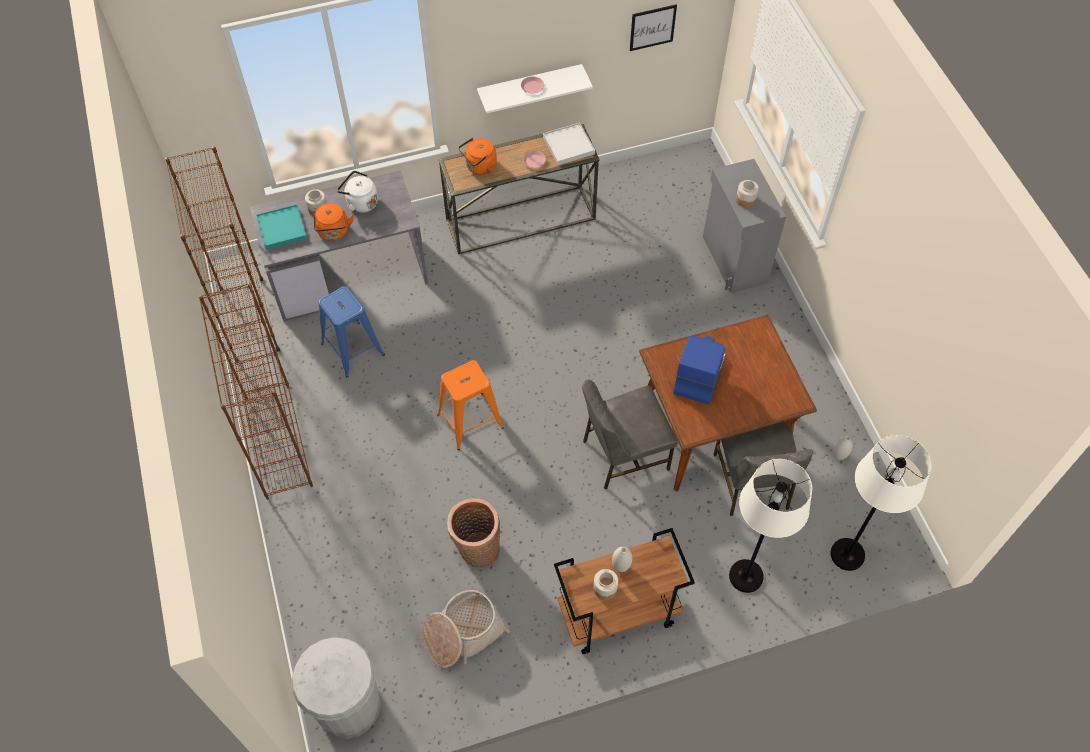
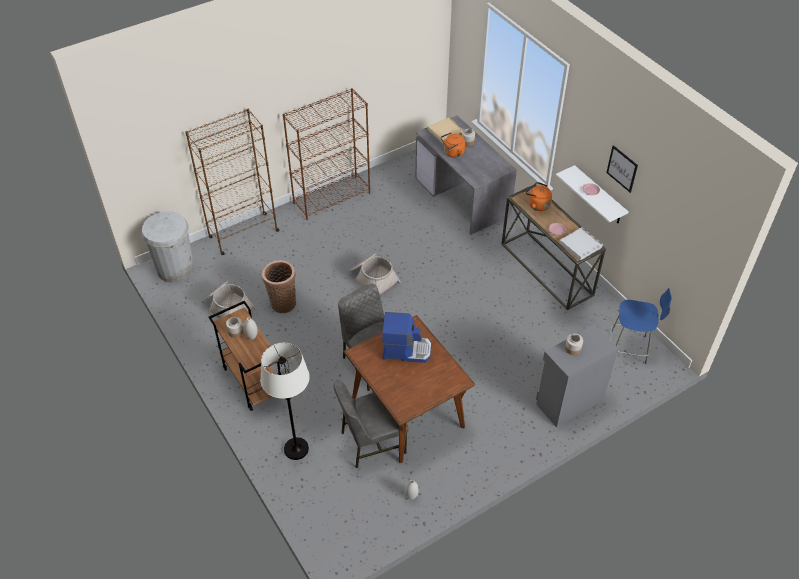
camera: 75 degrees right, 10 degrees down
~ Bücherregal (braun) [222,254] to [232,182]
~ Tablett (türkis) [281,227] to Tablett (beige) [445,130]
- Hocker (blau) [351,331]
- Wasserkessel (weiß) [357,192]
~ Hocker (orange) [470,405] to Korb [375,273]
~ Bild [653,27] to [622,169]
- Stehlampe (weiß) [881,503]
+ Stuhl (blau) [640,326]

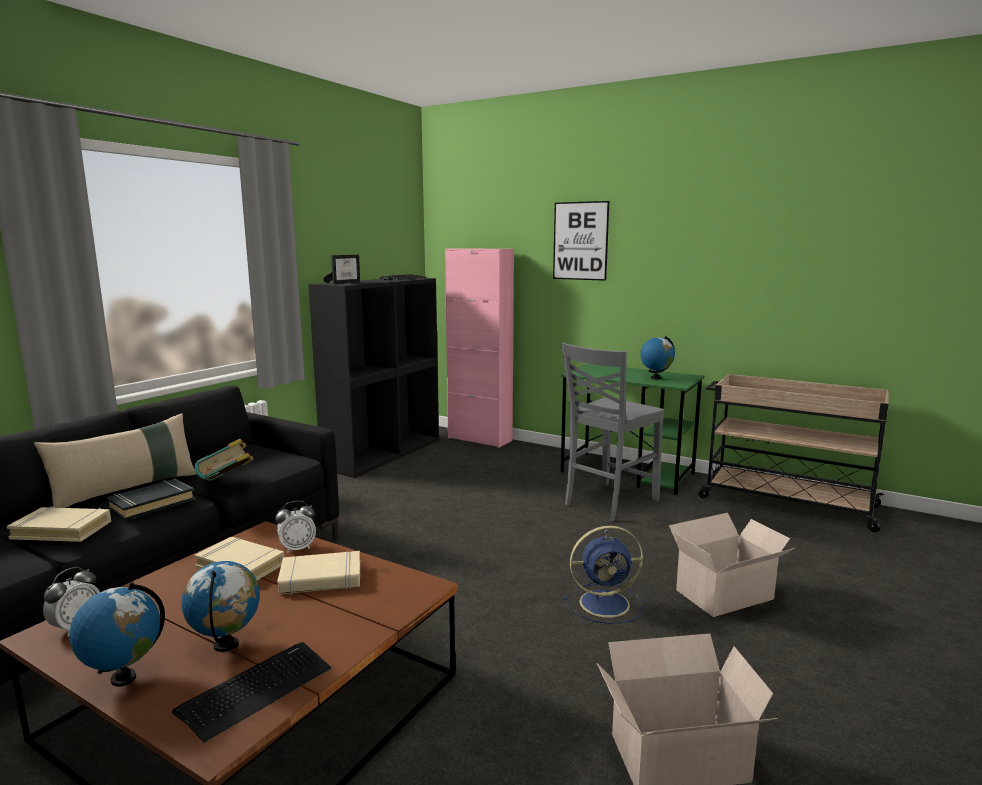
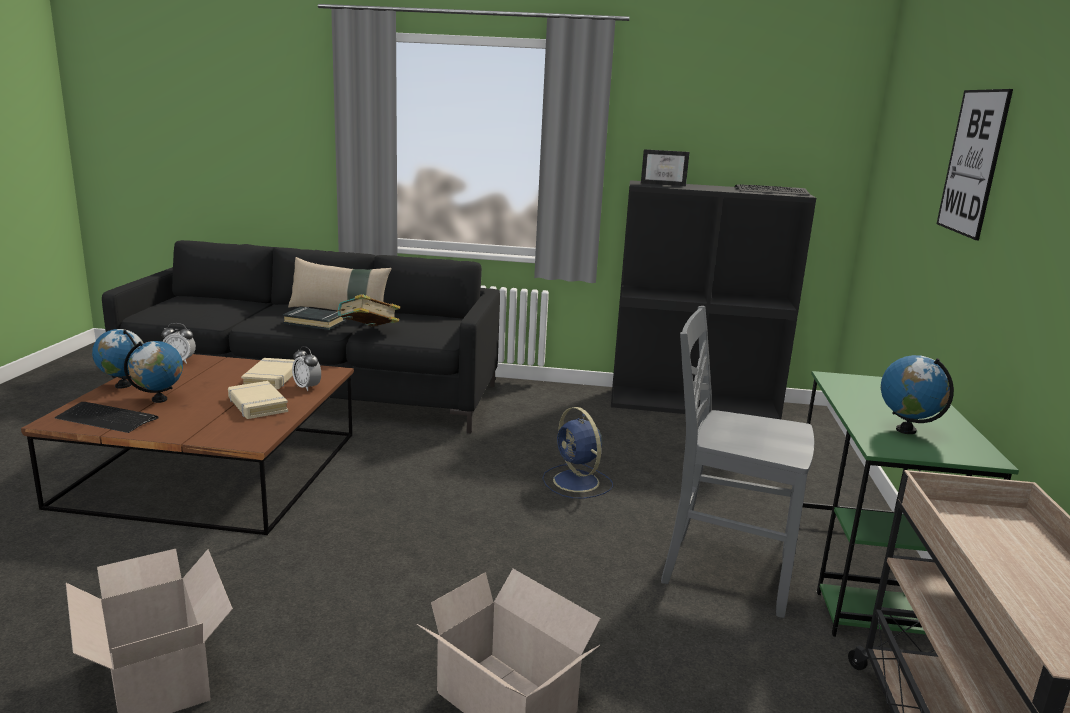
camera: 65 degrees right, 5 degrees up
- Buch (beige) [59,524]
- Schrank (rosa) [479,348]
~ Ventilator (blau) [603,575] to [577,452]

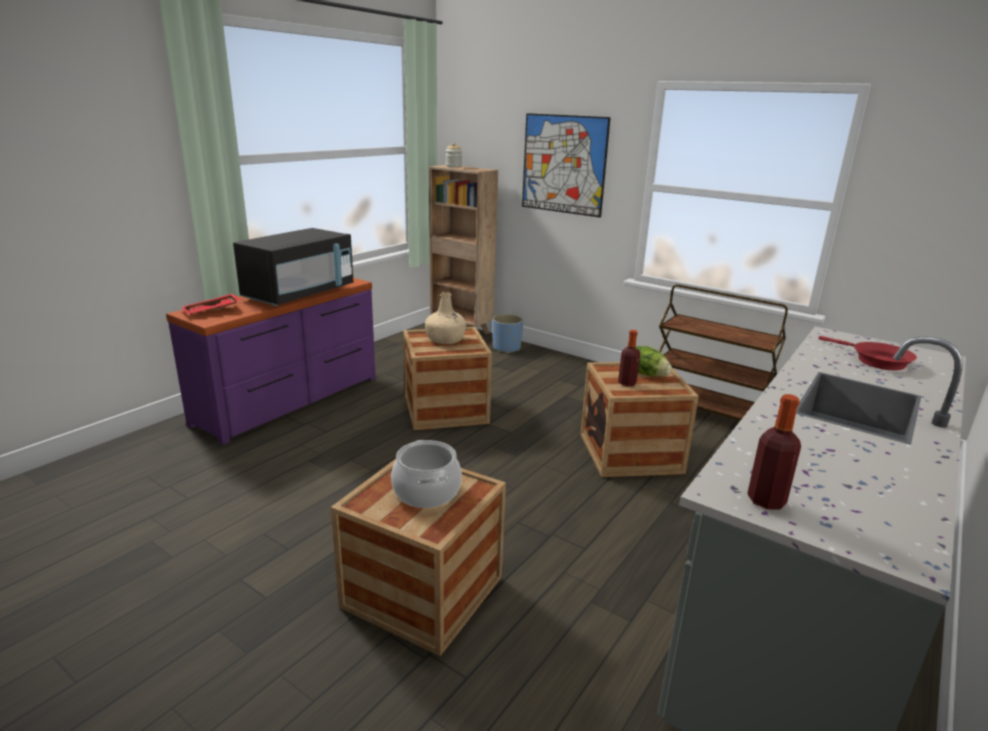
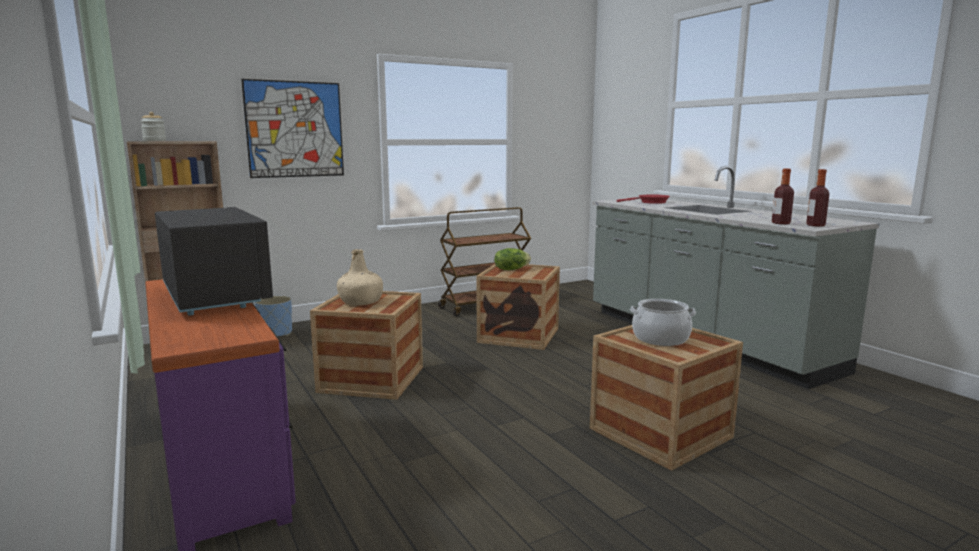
camera: 65 degrees left, 10 degrees down
- Tablett (rot) [211,304]
~ Flasche [629,358] to [783,196]

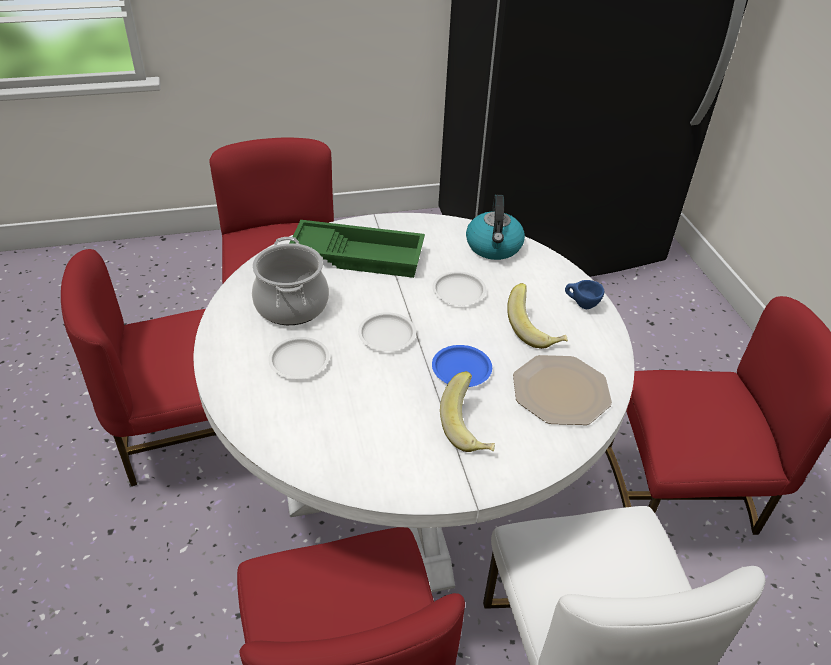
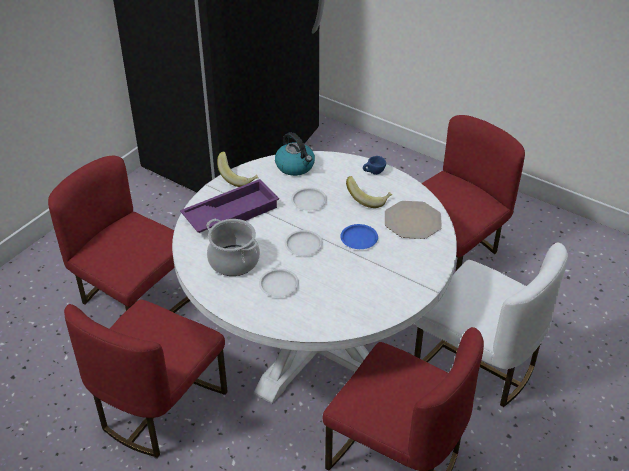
camera: 40 degrees left, 0 degrees up
~ Tablett (grün) [357,249] to Tablett (lila) [229,206]
~ Banane [467,411] to [238,169]

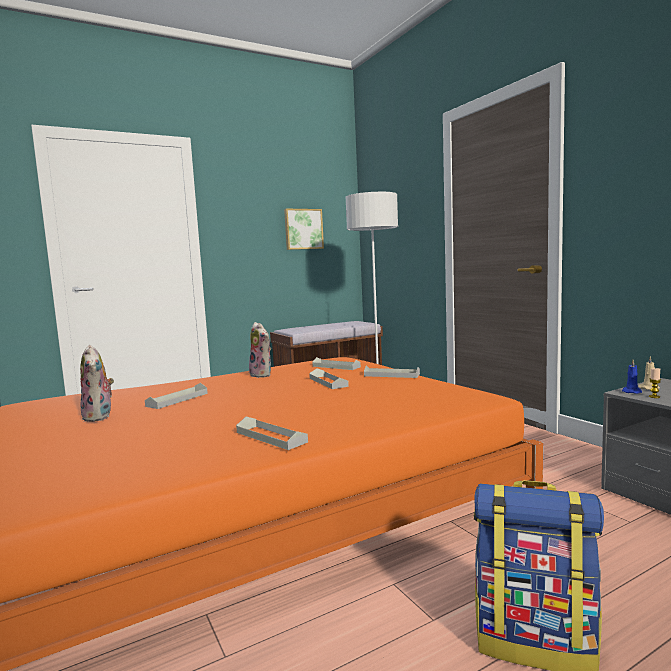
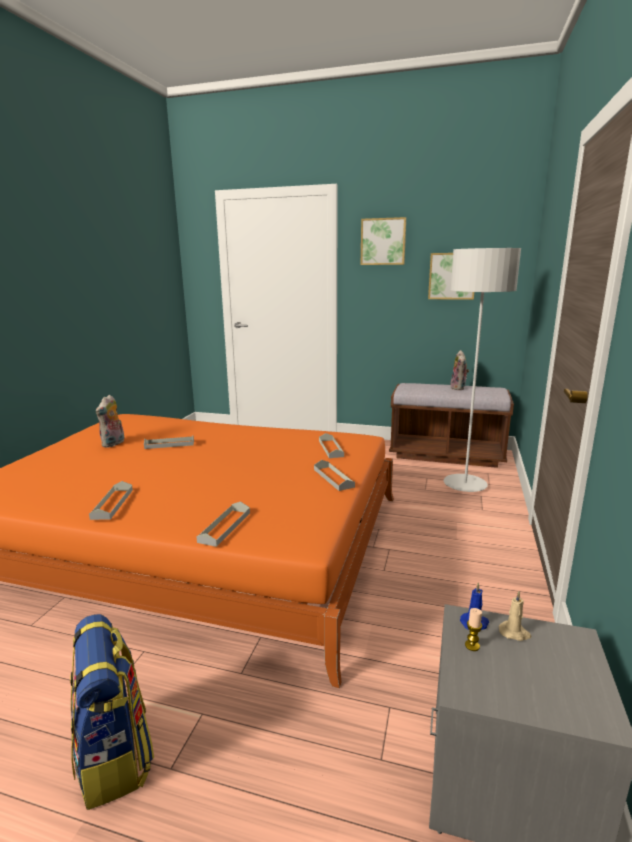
camera: 45 degrees right, 10 degrees up
~ Plüschtier [260,350] to [459,370]
~ Tablett (grau) [329,378] to [223,524]
+ Bild [383,241]

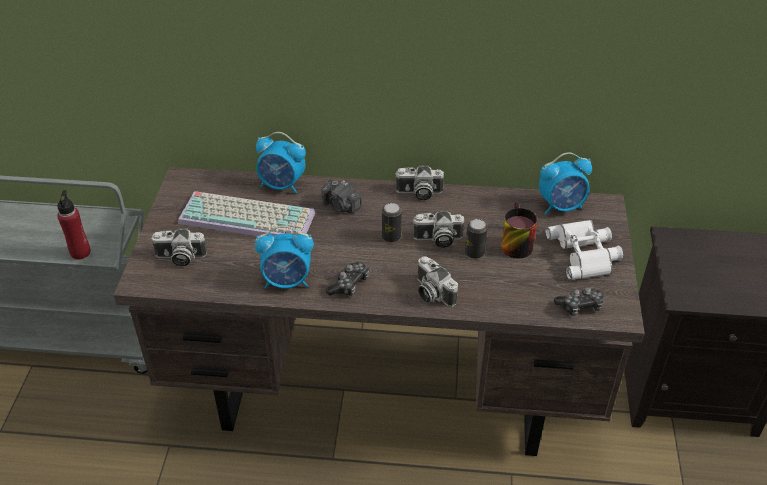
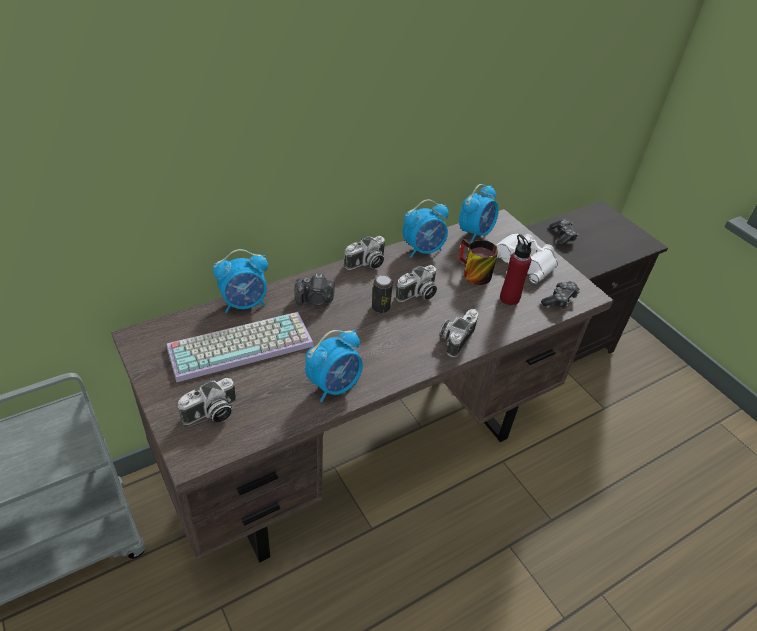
camera: 40 degrees left, 0 degrees up
~ Flasche (rot) [74,225] to [516,269]
~ Gamepad [347,279] to [563,232]
~ Kamera [437,281] = [459,333] 105 degrees clockwise
- Dose [476,239]
+ Wecker [426,228]

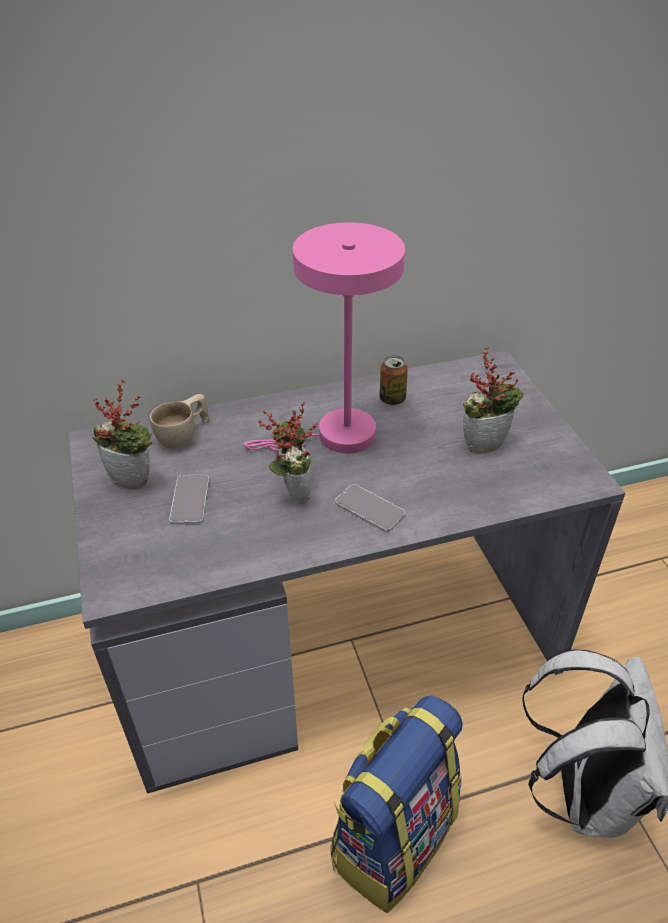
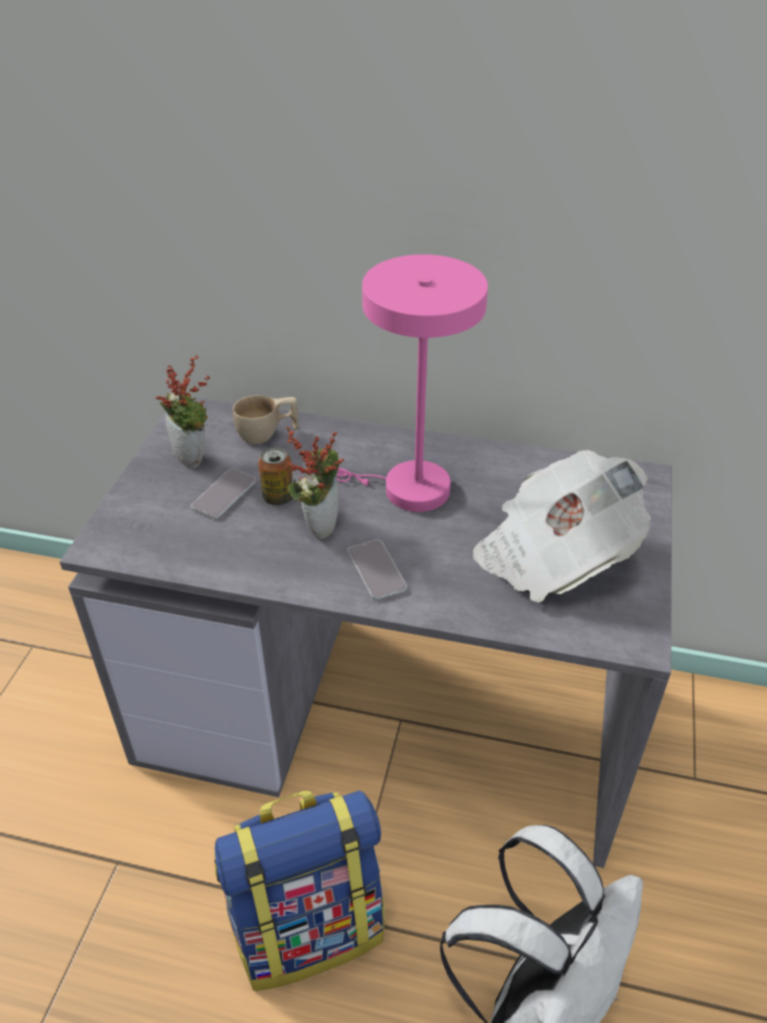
camera: 30 degrees right, 0 degrees up
~ Dose [394,380] to [275,476]
~ Topfpflanze [493,400] to Zeitung [562,526]

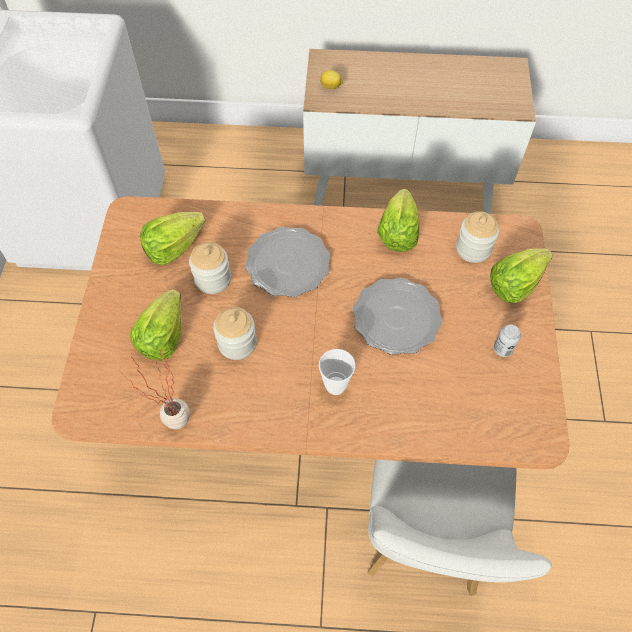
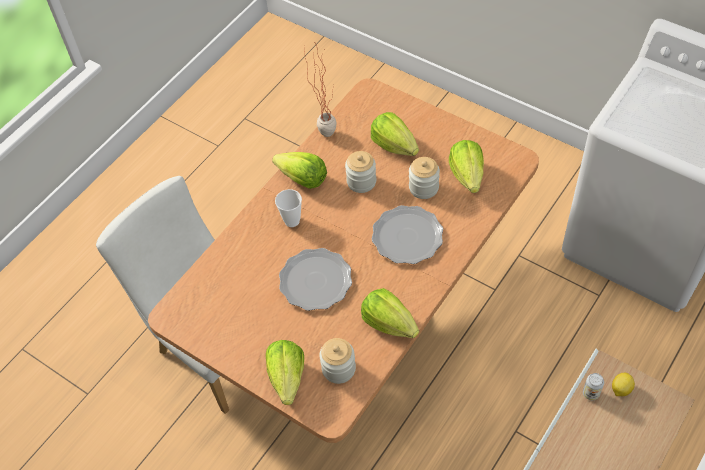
camera: 125 degrees right, 5 degrees down
~ Dose [507,340] to [593,386]
+ Salatkopf [299,170]

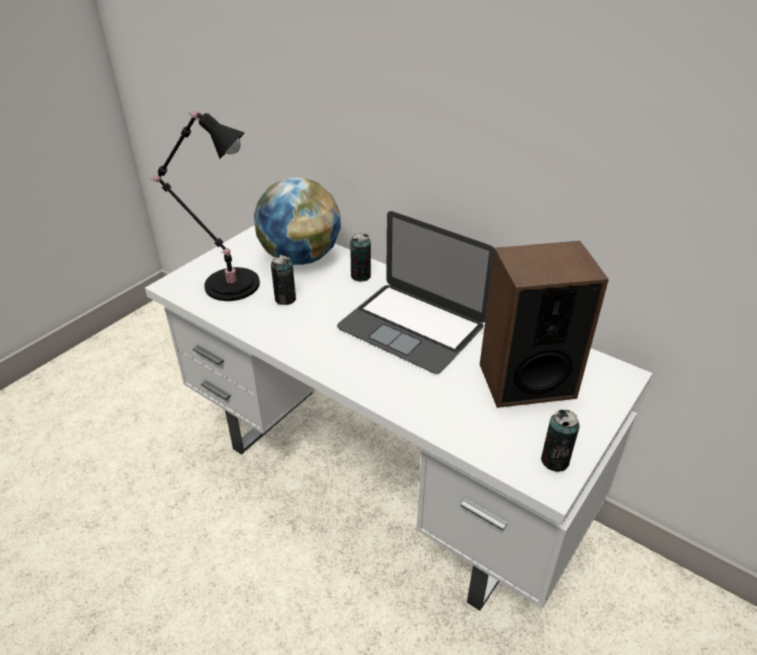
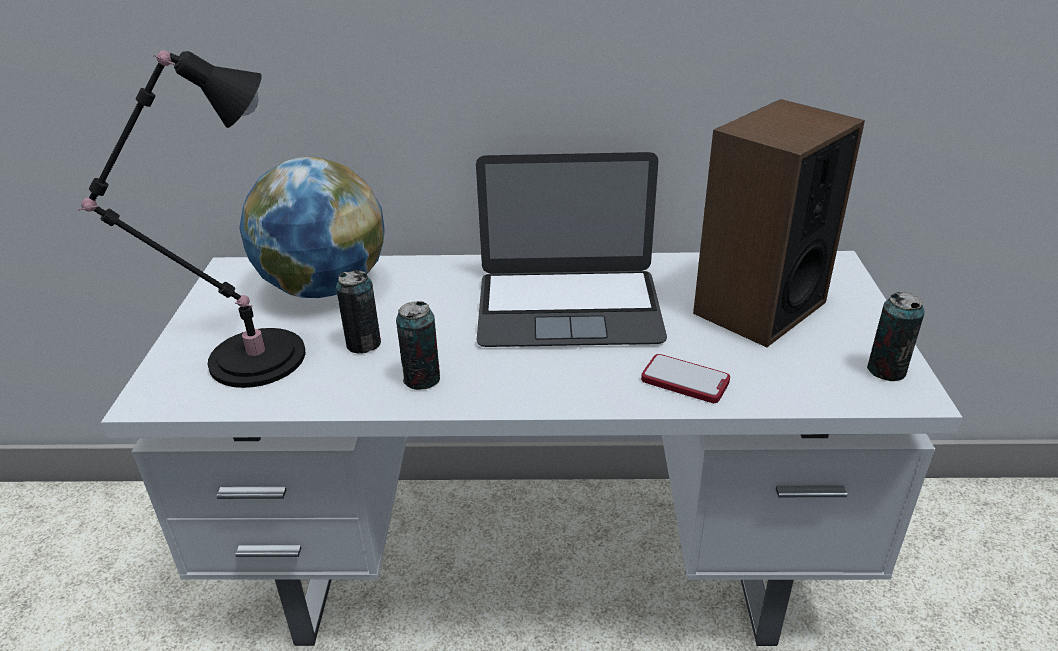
camera: 35 degrees left, 5 degrees down
~ Dose [360,257] to [418,345]
+ Handy [685,378]

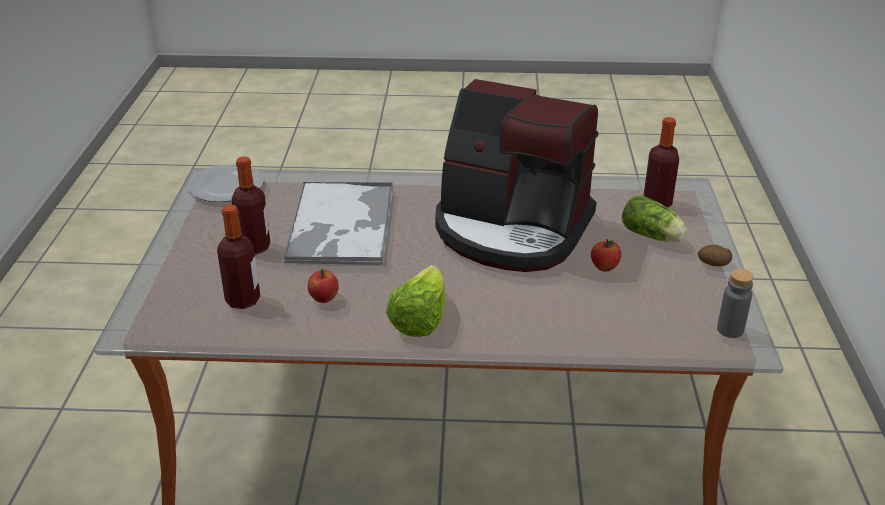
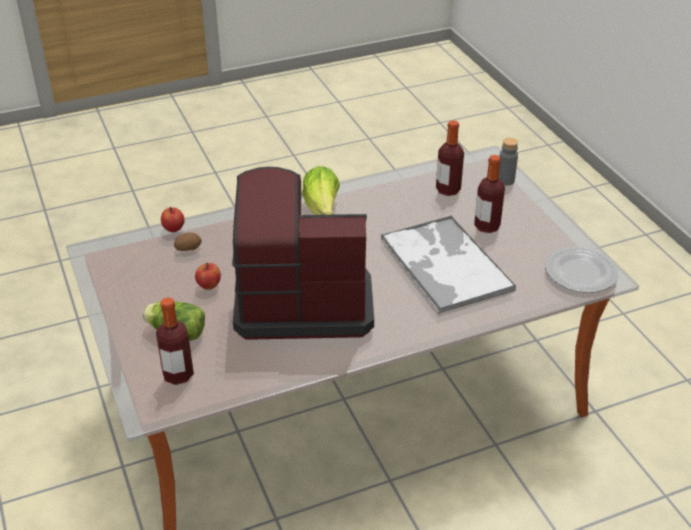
camera: 155 degrees right, 5 degrees up
~ Apfel [323,286] to [173,219]
~ Kartoffel [715,255] to [188,241]
~ Flasche (grau) [735,303] to [508,161]

